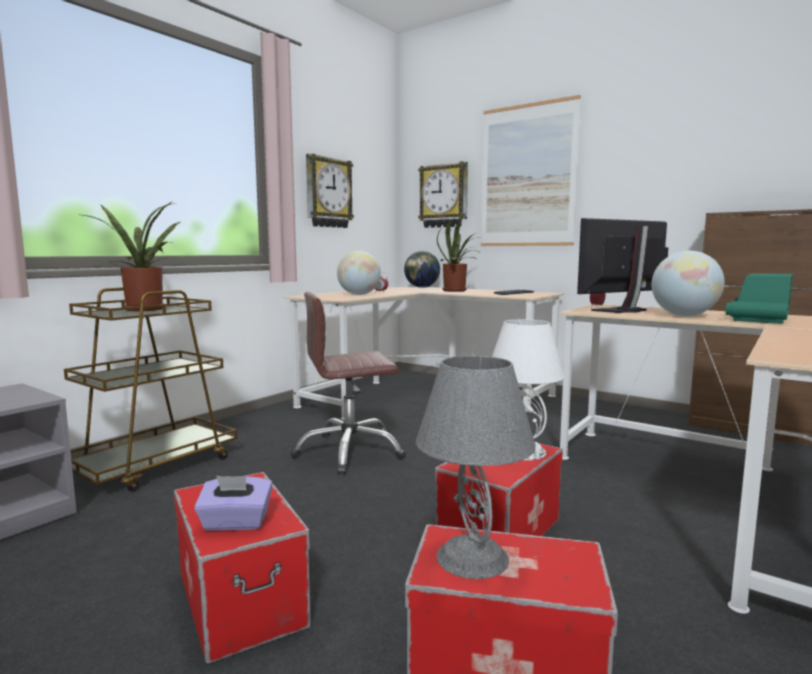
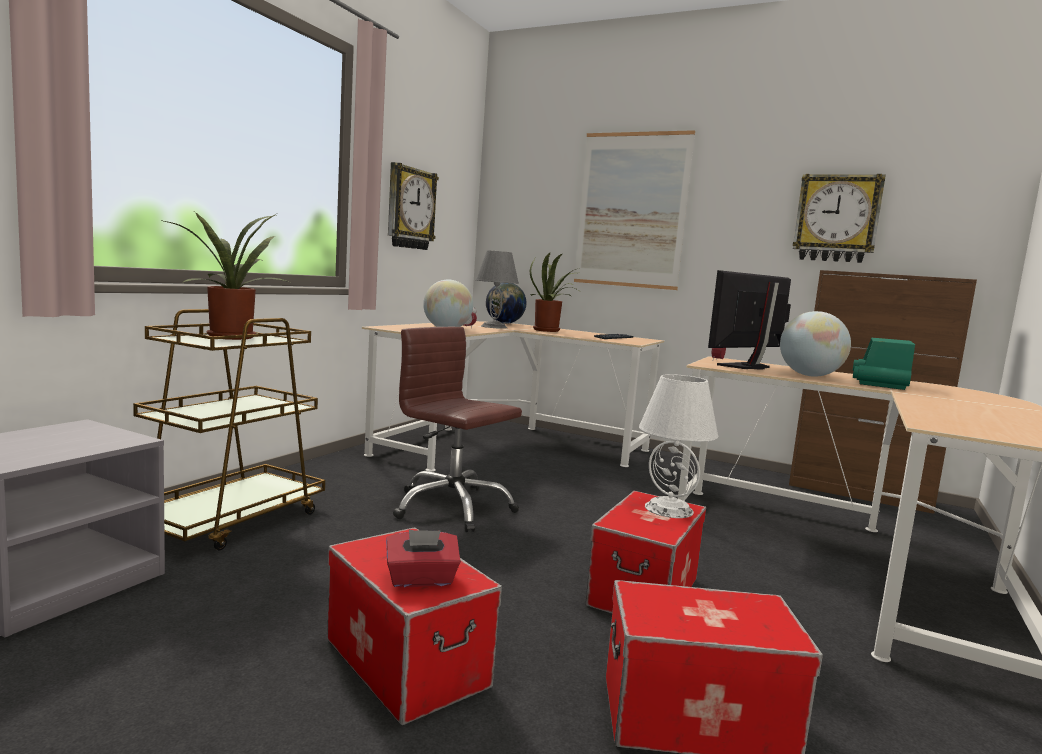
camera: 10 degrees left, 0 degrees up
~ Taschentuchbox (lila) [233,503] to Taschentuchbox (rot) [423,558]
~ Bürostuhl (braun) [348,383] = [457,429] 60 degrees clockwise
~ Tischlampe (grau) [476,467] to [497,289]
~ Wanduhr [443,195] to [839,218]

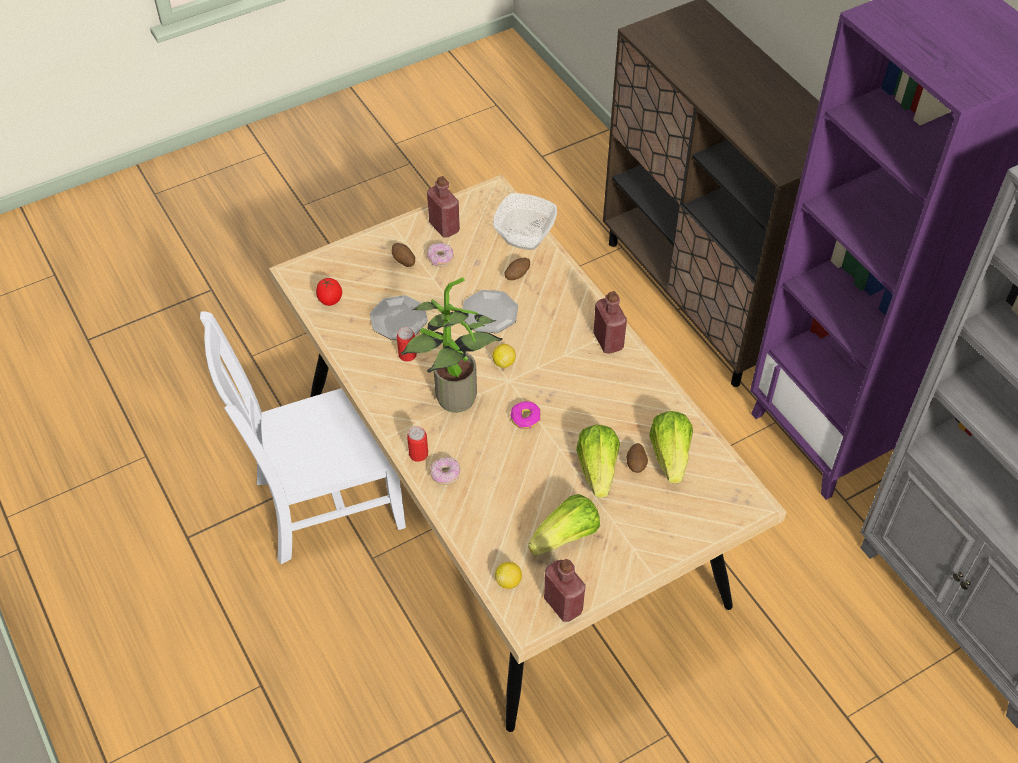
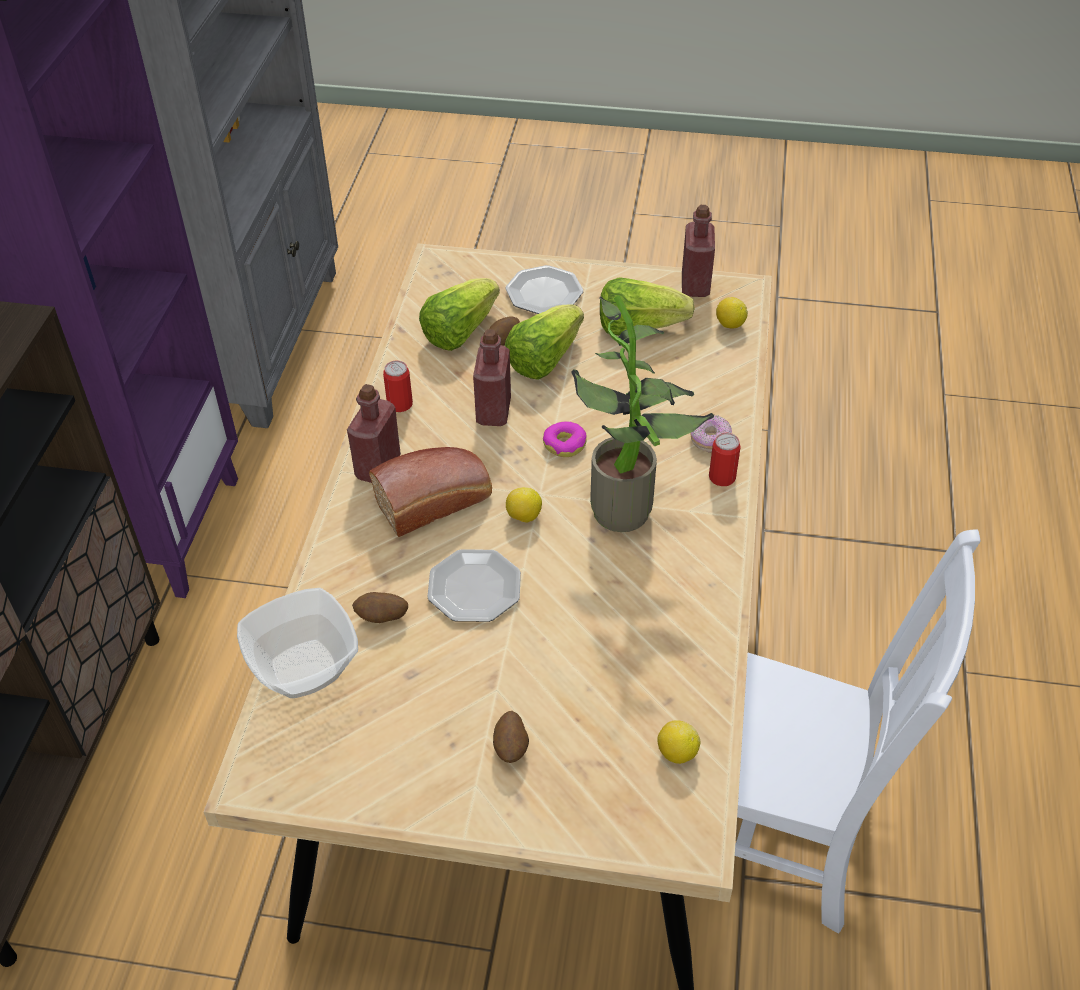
camera: 140 degrees left, 5 degrees down
~ Tomate [329,292] to Zitrone [678,742]
~ Teller [399,317] to [544,289]
~ Dose [407,344] to [398,386]
~ Flasche (rot) [443,207] to [492,377]
- Donut [440,254]
+ Brot [430,492]

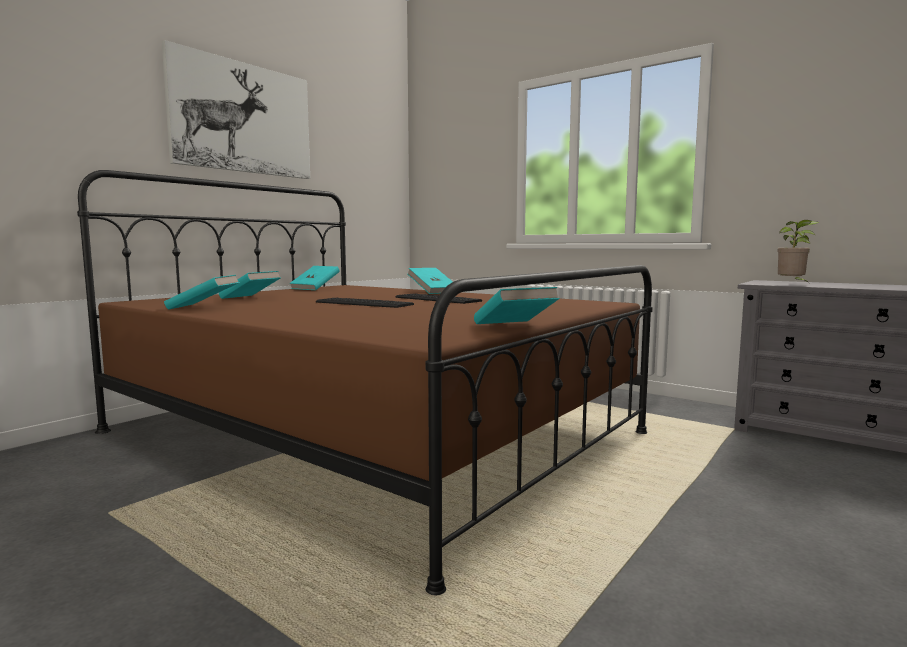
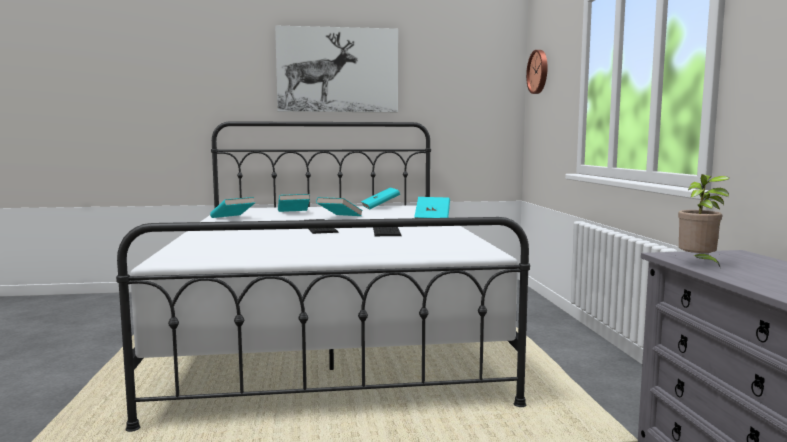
camera: 45 degrees right, 0 degrees up
~ Bett (braun) [365,382] to Bett (weiß) [323,276]
~ Buch (türkis) [517,305] to [339,206]
+ Wanduhr [537,72]

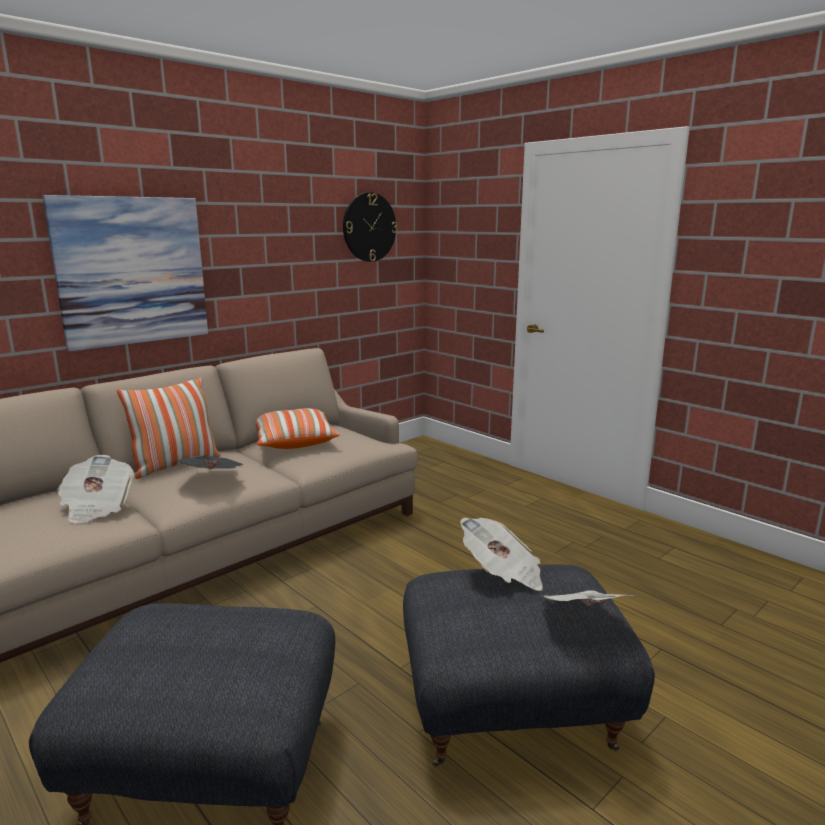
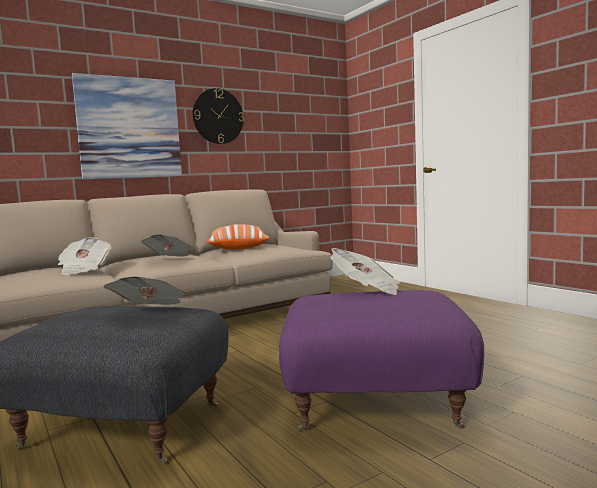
camera: 10 degrees right, 10 degrees down
- Kissen [169,428]
~ Wanduhr [370,227] to [218,116]
~ Polsterhocker (grau) [529,665] to Polsterhocker (lila) [381,360]
~ Zeitung [588,598] to [145,291]

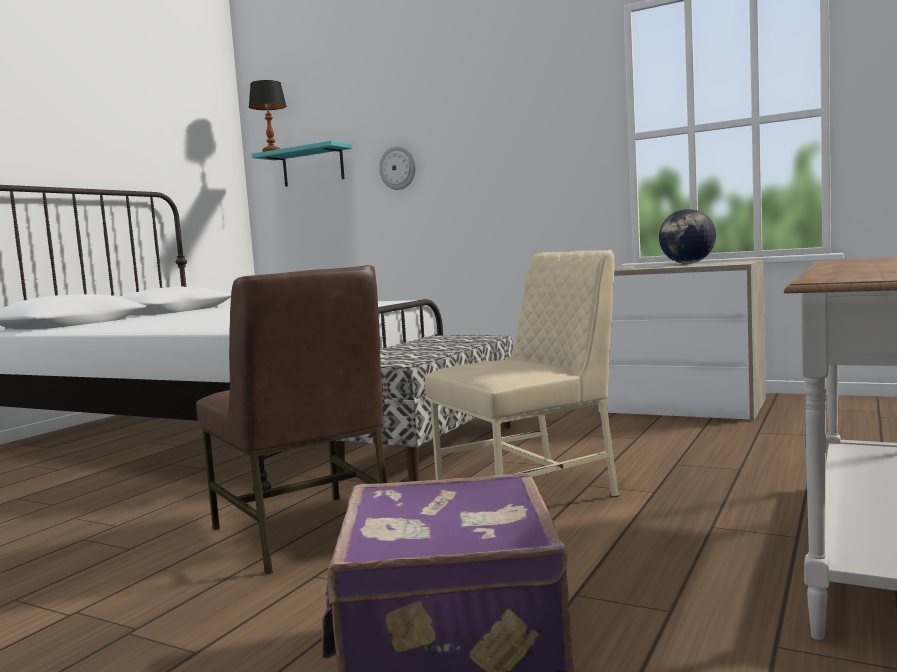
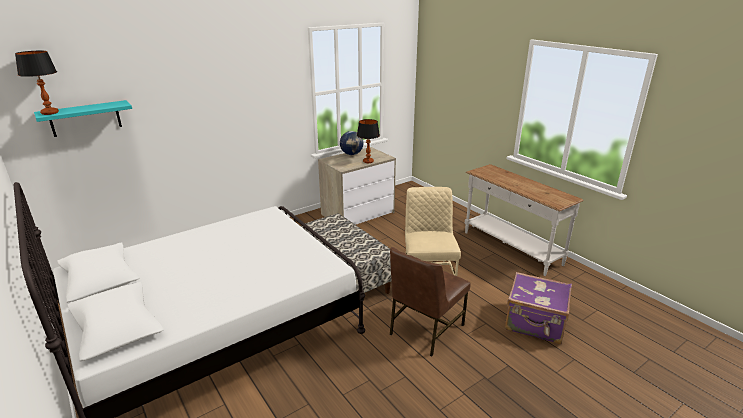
camera: 65 degrees left, 20 degrees up
~ Stuhl (braun) [291,420] = [430,301] 135 degrees clockwise
- Wanduhr [397,168]
+ Tischlampe [368,141]

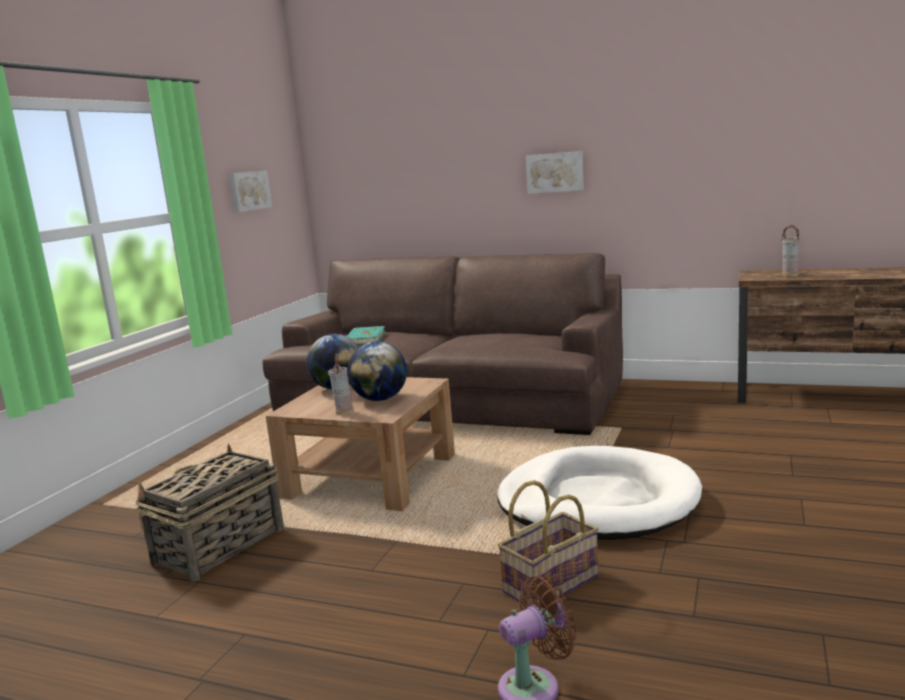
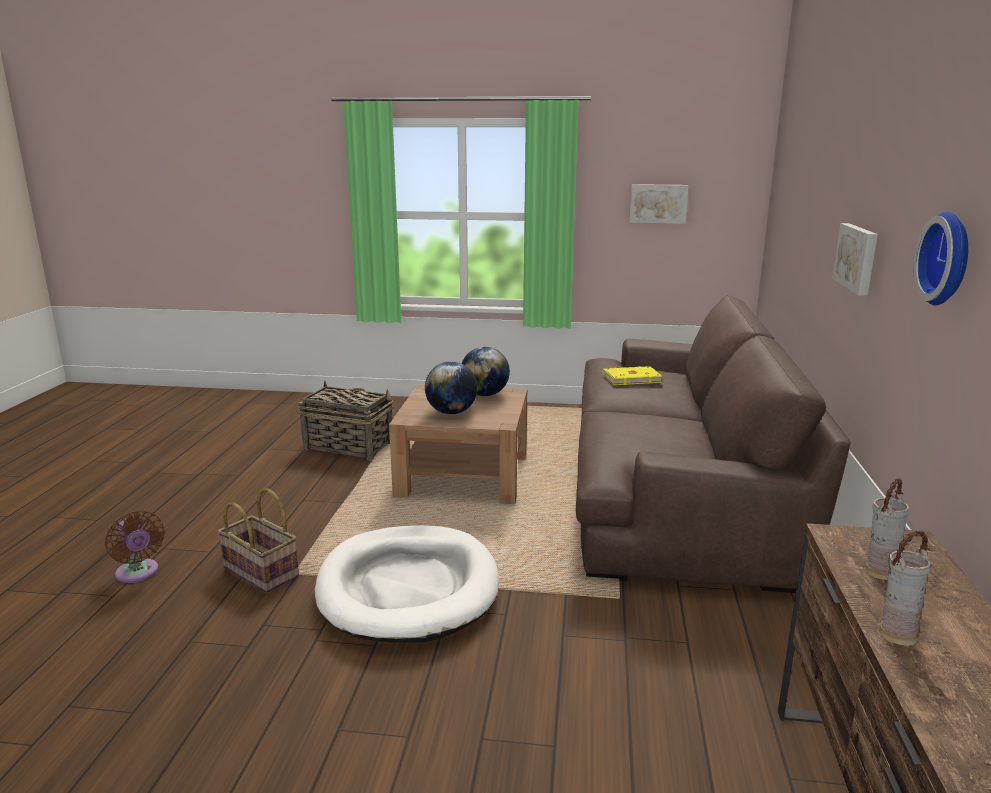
camera: 75 degrees right, 5 degrees up
~ Vase [341,384] to [905,588]
~ Buch (türkis) [366,335] to Buch (gelb) [633,375]
+ Wanduhr [941,258]

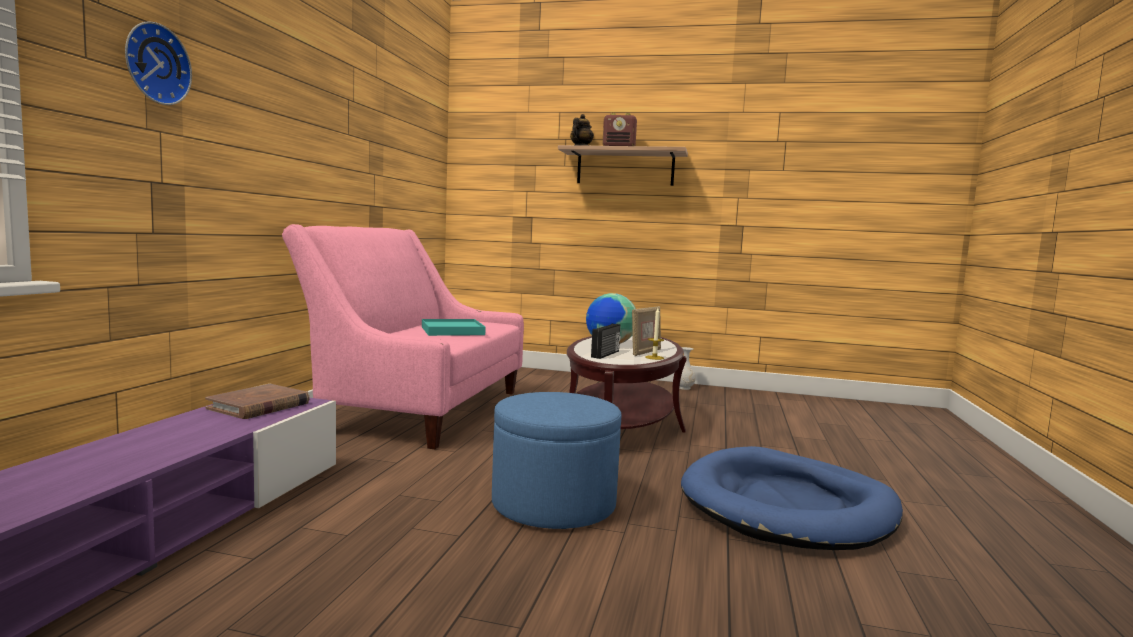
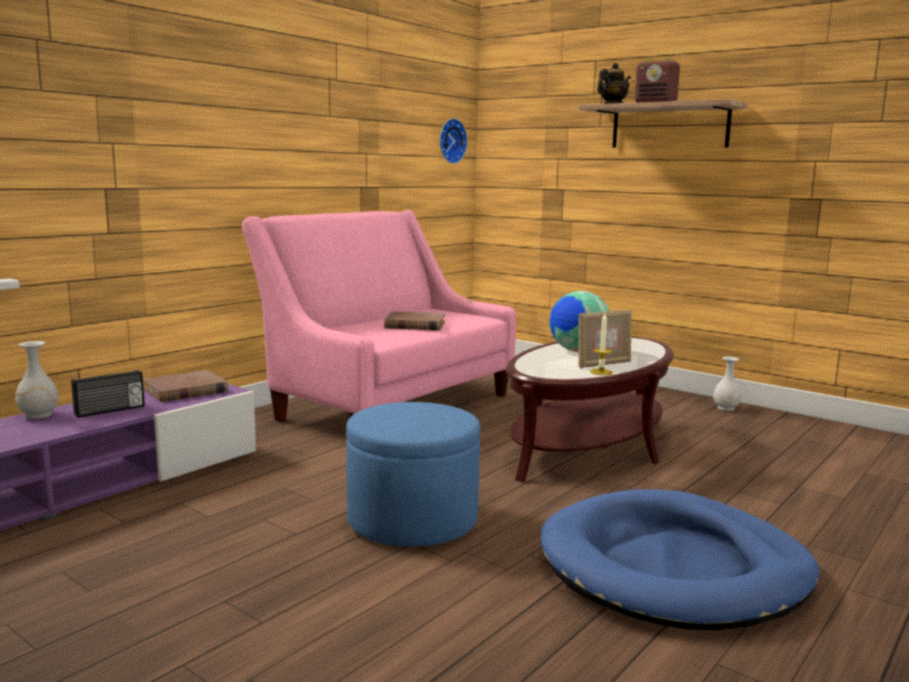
camera: 25 degrees right, 5 degrees up
~ Wanduhr [158,63] to [453,141]
~ Tablett (türkis) [454,327] to Buch (braun) [414,321]
~ Radio [606,341] to [108,394]
+ Vase (weiß) [36,380]

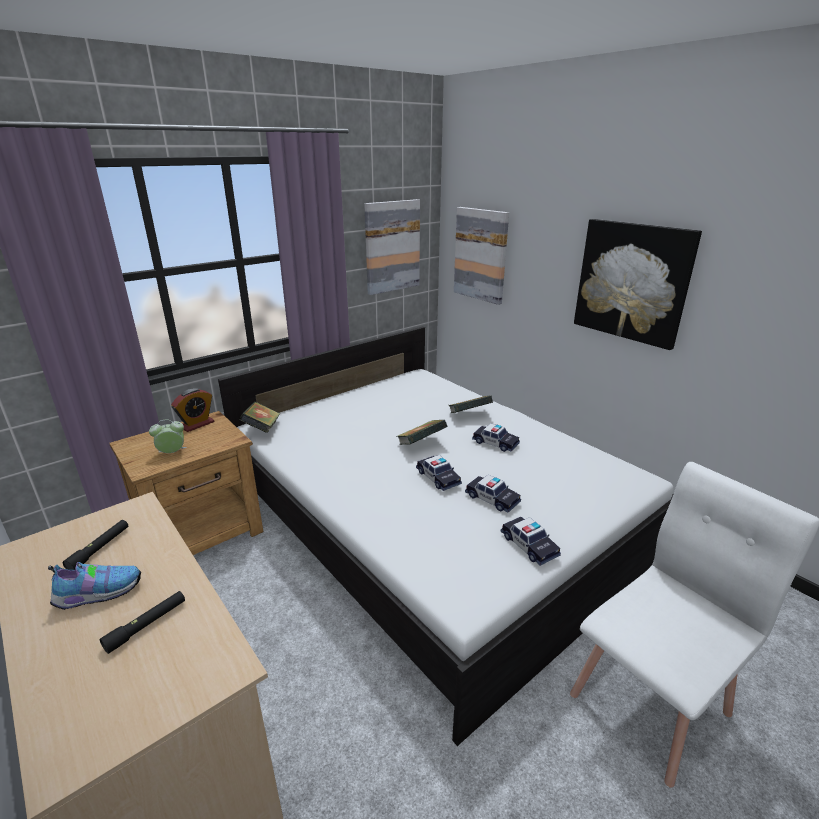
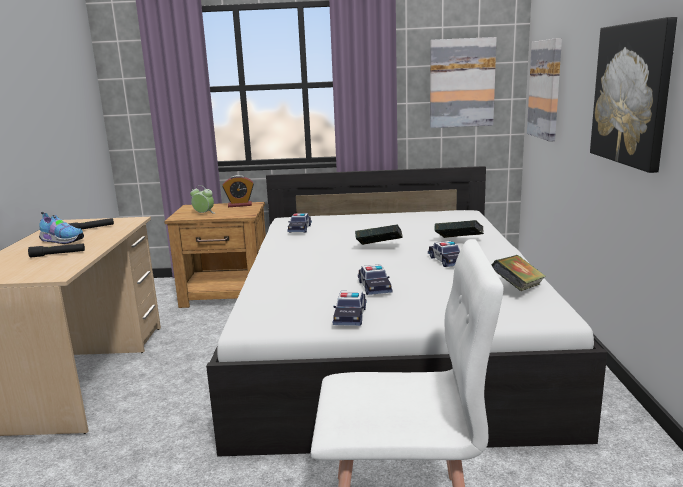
camera: 40 degrees right, 10 degrees down
~ Buch [259,417] to [519,273]
~ Spielzeugauto [439,473] to [299,223]

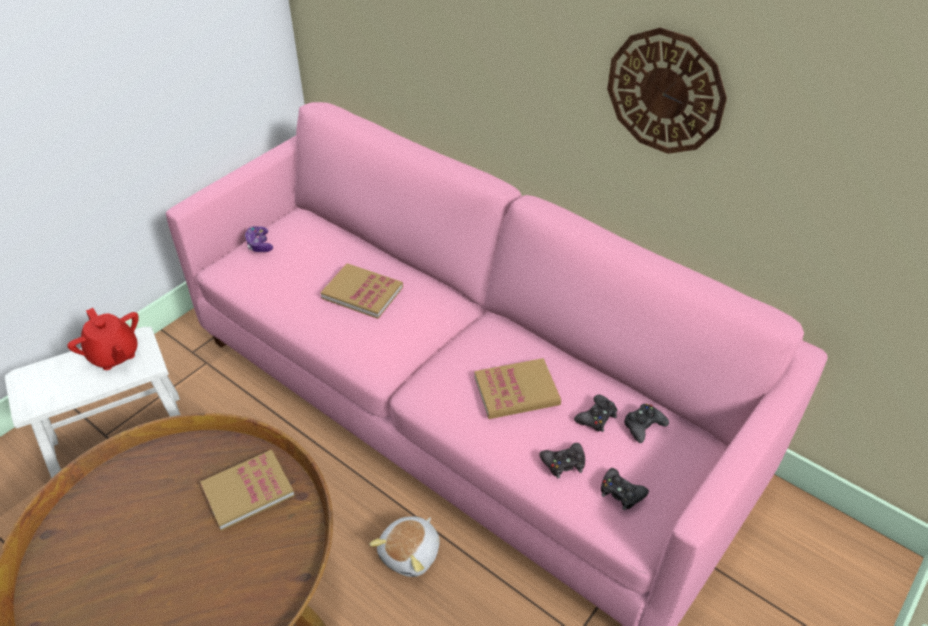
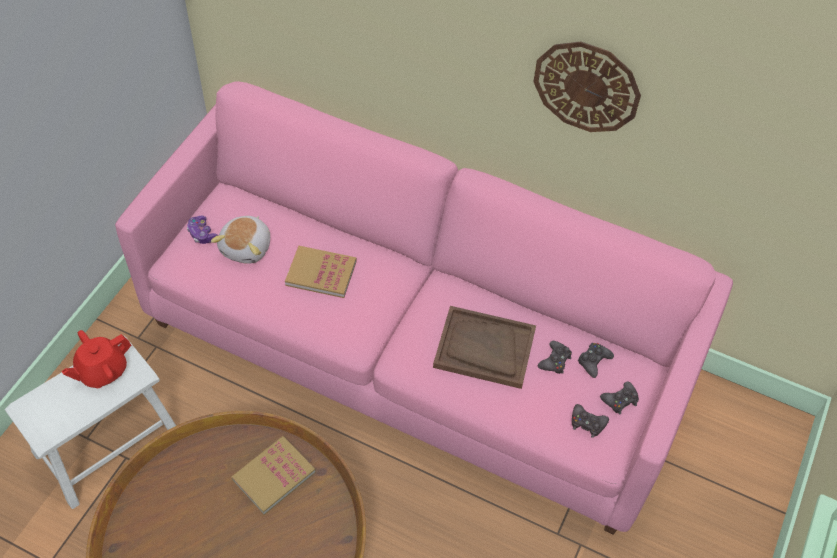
camera: 15 degrees left, 10 degrees up
~ Teekanne (rot) [103,339] = [96,359] 105 degrees clockwise
~ Plüschtier [404,546] to [240,240]
~ Buch [517,388] to Tablett (braun) [484,347]
~ Gamepad (schwarz) [562,460] to [619,398]

